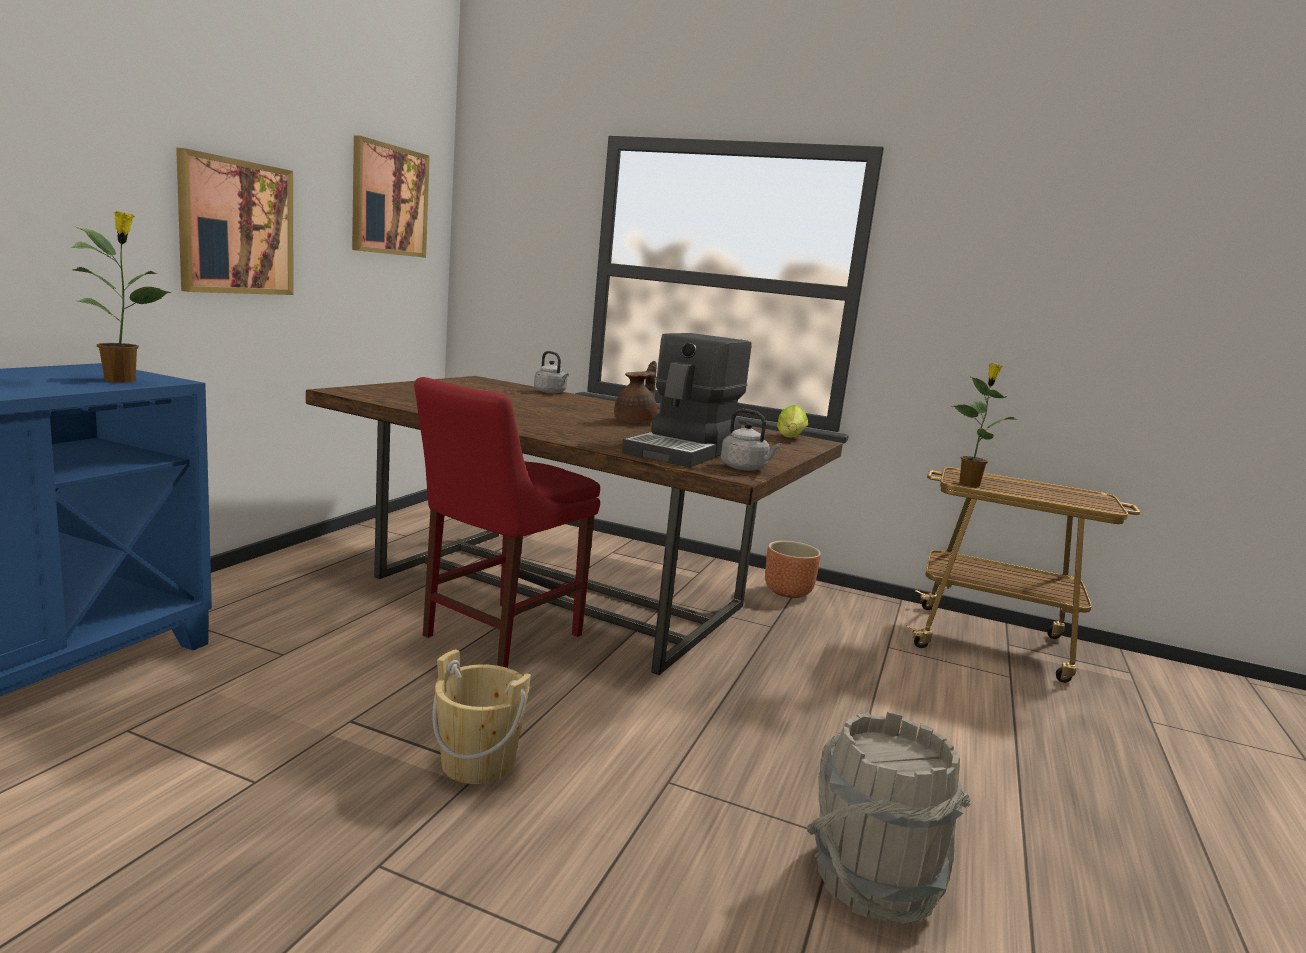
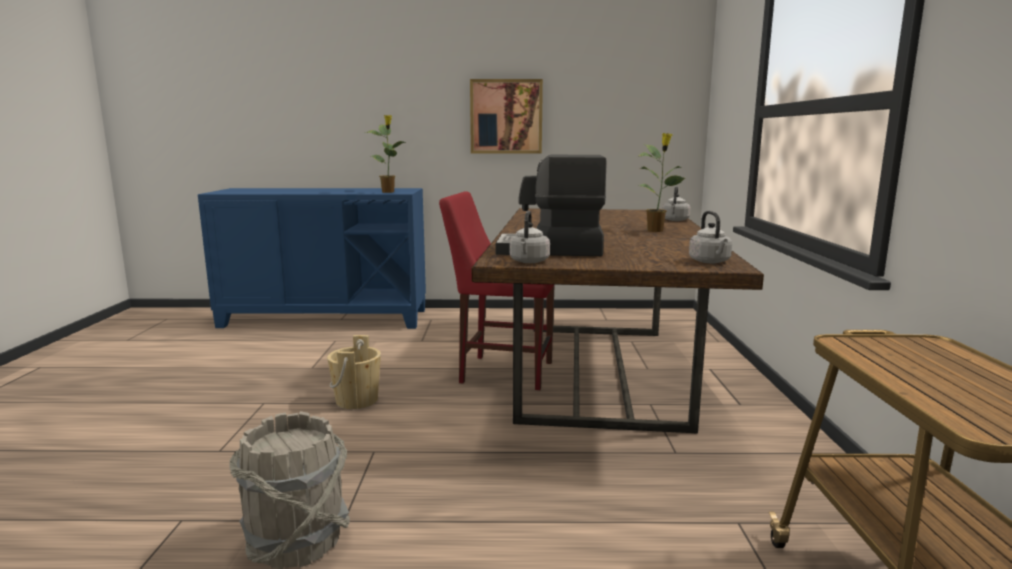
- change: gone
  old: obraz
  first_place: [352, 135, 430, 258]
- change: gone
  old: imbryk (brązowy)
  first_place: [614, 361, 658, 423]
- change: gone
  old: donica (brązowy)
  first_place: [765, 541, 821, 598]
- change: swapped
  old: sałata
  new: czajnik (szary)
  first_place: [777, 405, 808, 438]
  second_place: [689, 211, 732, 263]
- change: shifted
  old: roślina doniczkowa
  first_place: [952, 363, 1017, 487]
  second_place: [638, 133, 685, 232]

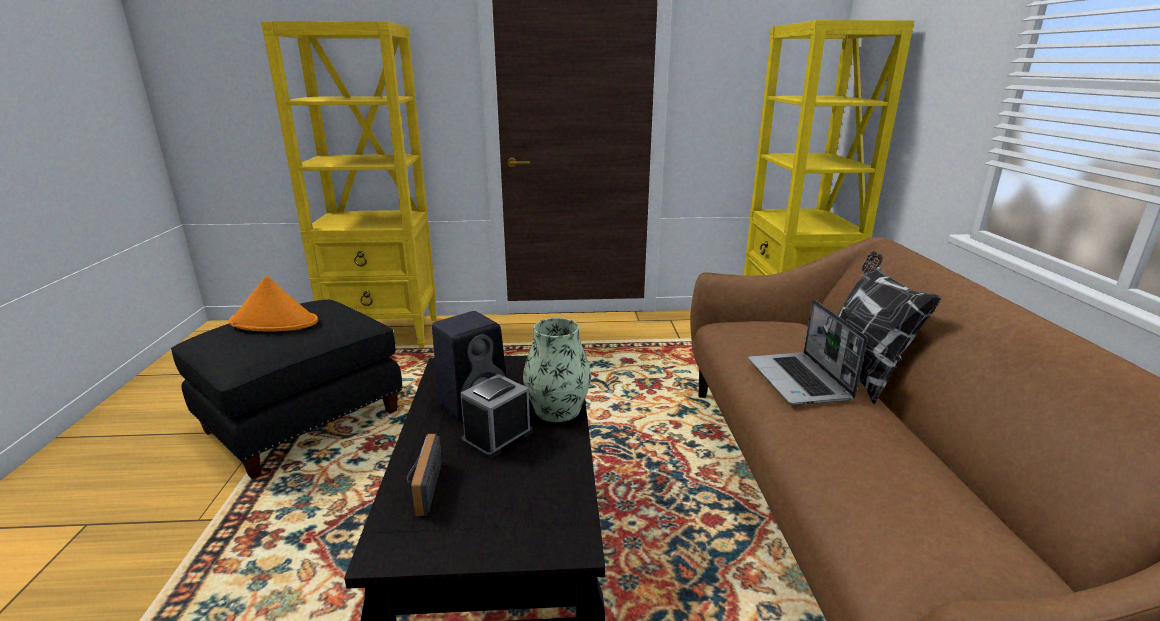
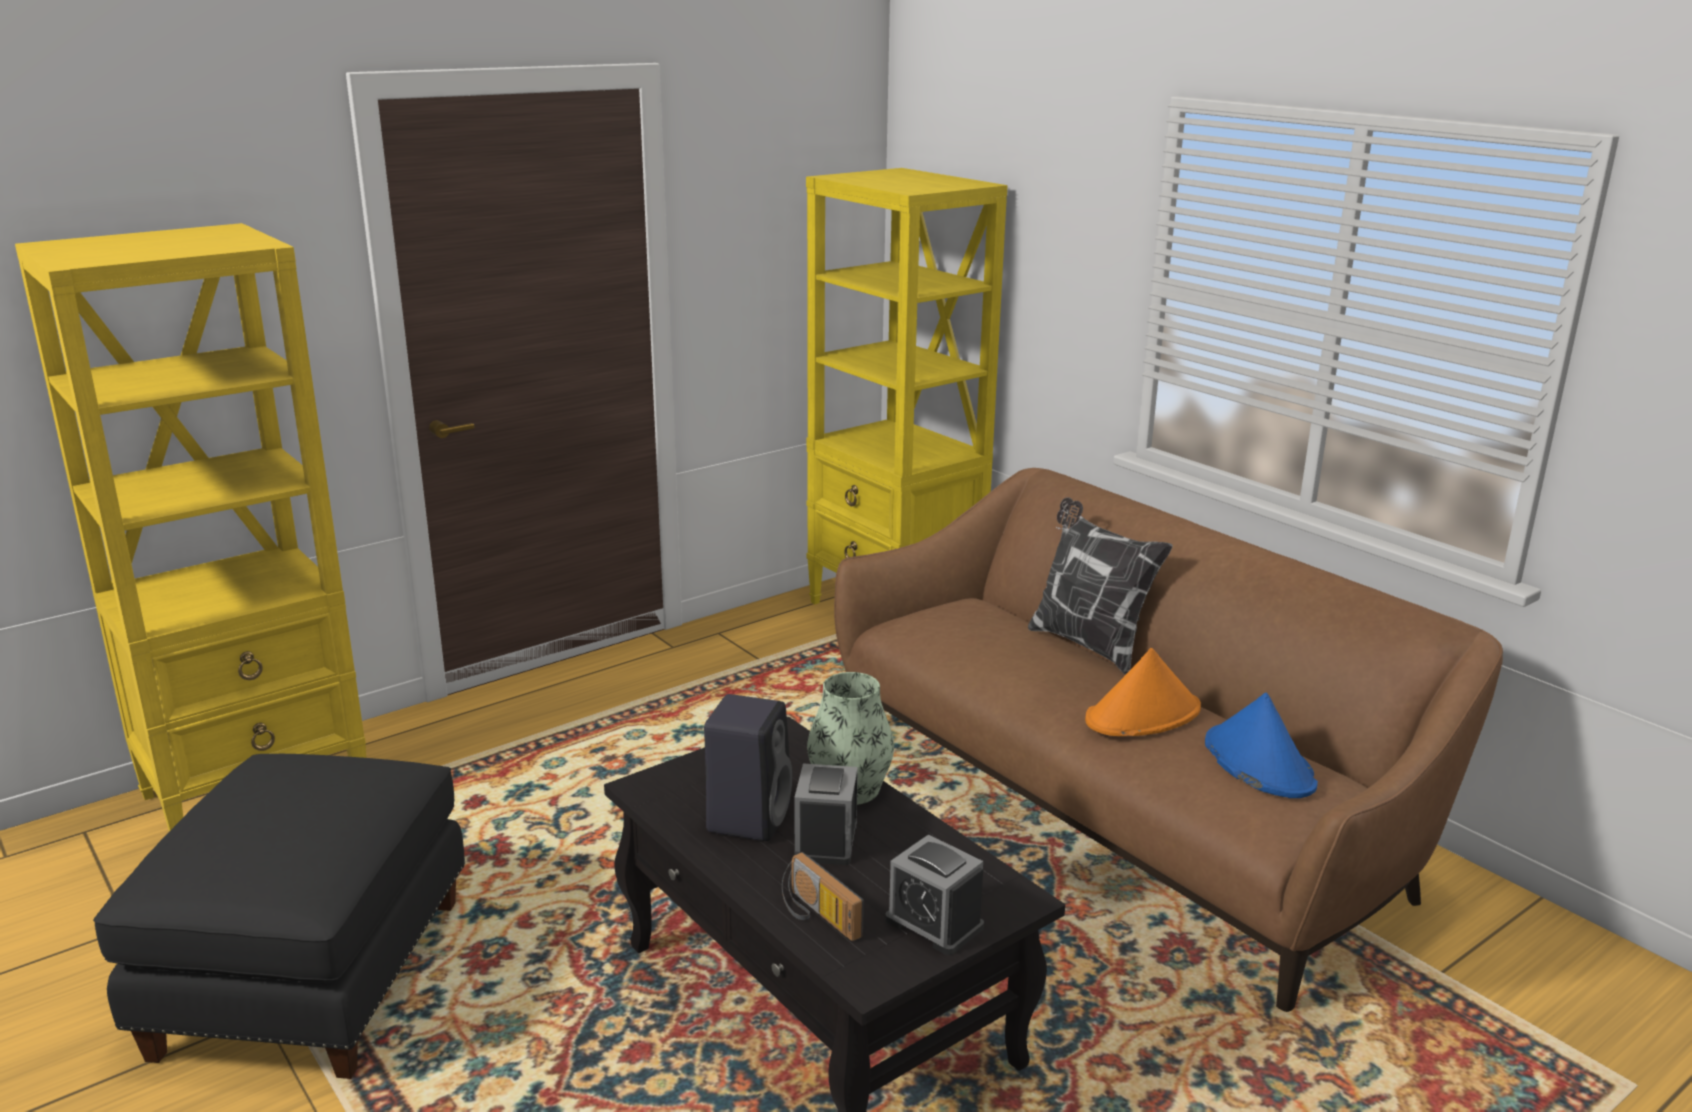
- change: shifted
  old: kapelusz (pomarańczowy)
  first_place: [229, 276, 318, 332]
  second_place: [1085, 648, 1201, 736]
- change: gone
  old: laptop
  first_place: [748, 300, 867, 405]
- change: new
  new: budzik
  second_place: [885, 834, 984, 955]
- change: new
  new: kapelusz (niebieski)
  second_place: [1205, 693, 1318, 798]

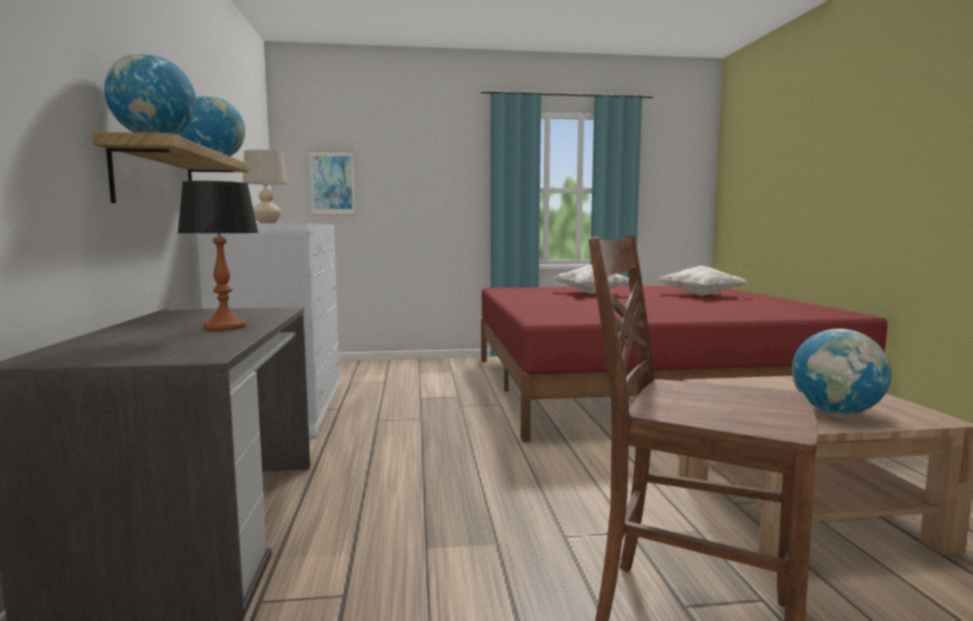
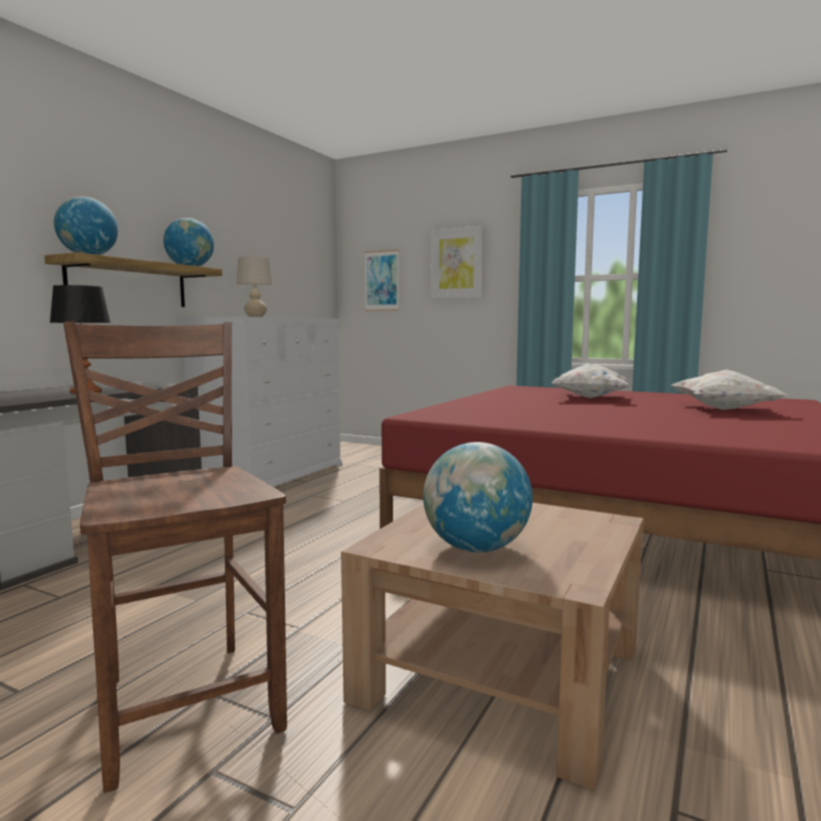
- change: new
  new: obraz
  second_place: [431, 226, 484, 299]

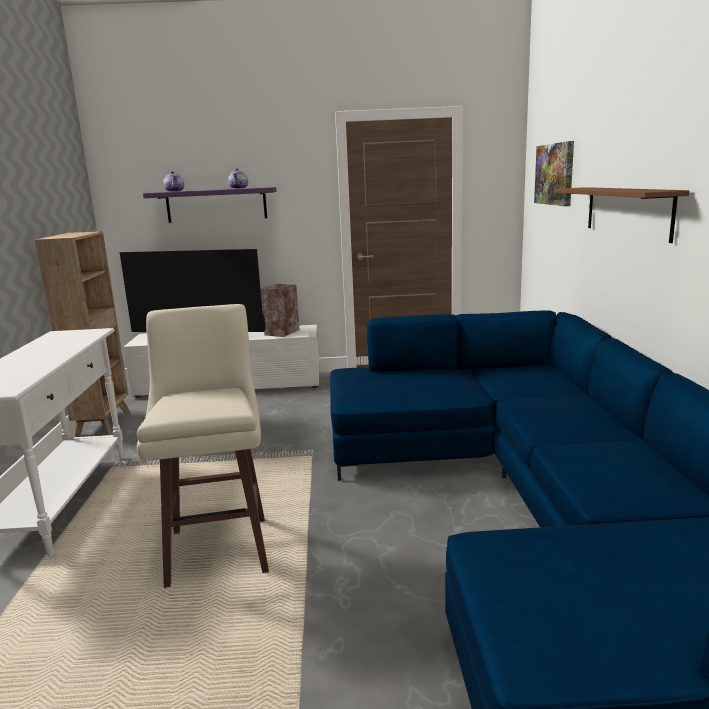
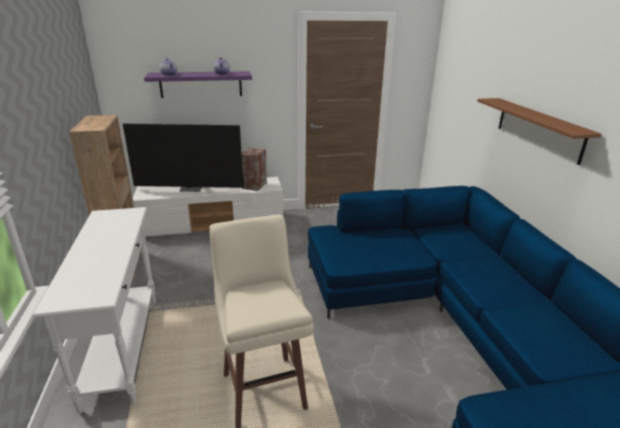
- change: gone
  old: obraz
  first_place: [534, 141, 574, 206]

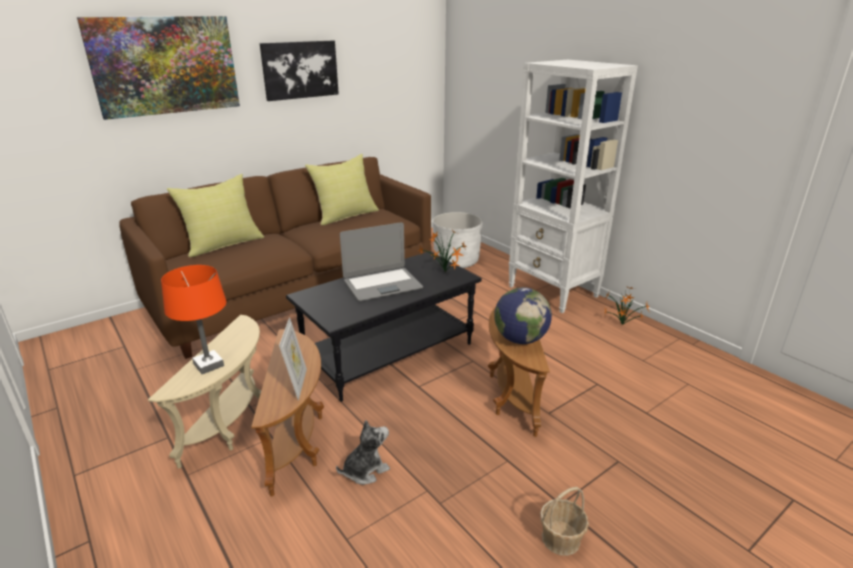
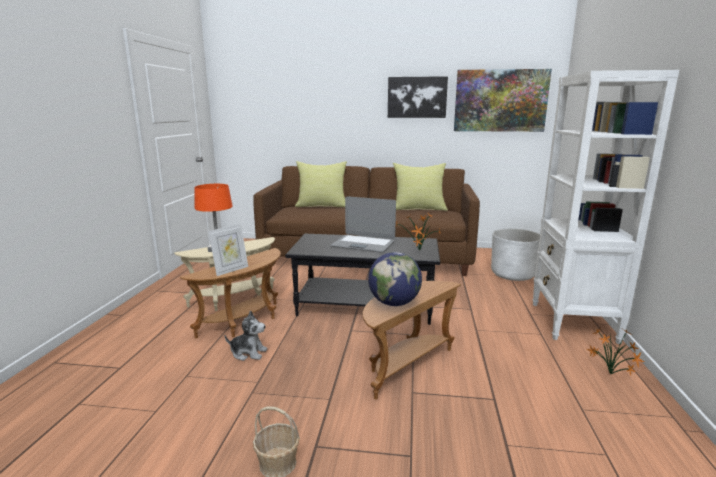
- change: shifted
  old: obraz
  first_place: [77, 16, 240, 120]
  second_place: [454, 69, 552, 132]

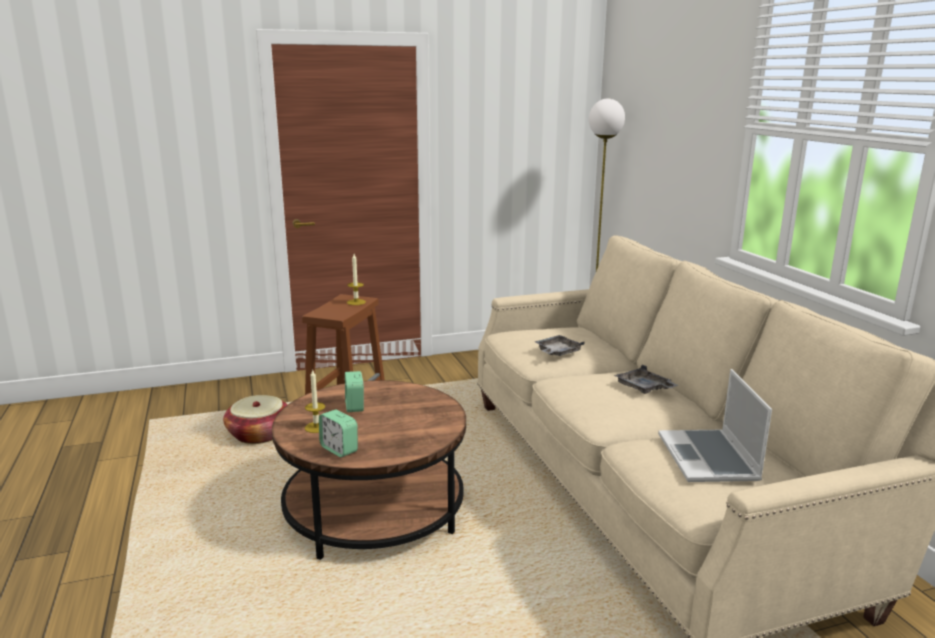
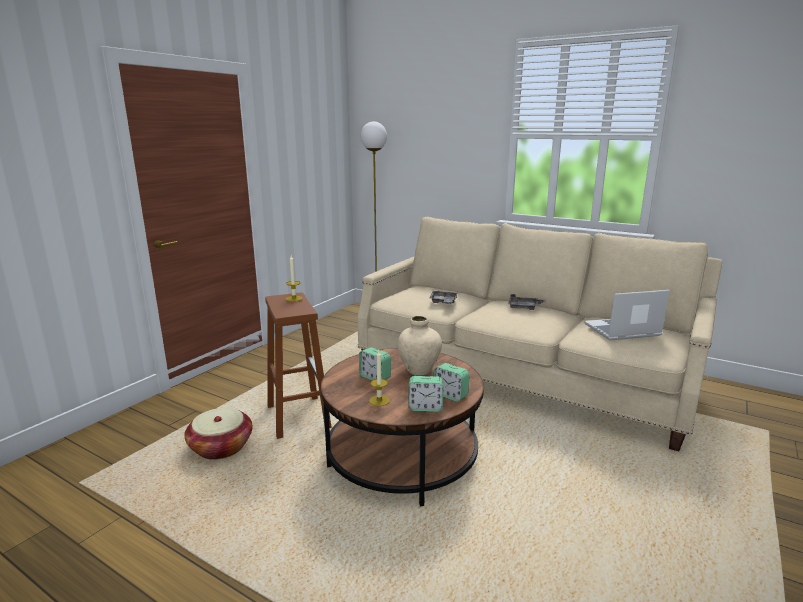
- change: rotated
  old: laptop
  first_place: [658, 369, 772, 482]
  second_place: [584, 290, 670, 341]
  degrees: 120
- change: new
  new: wazon (beżowy)
  second_place: [397, 316, 442, 375]
- change: new
  new: budzik
  second_place: [434, 363, 469, 402]

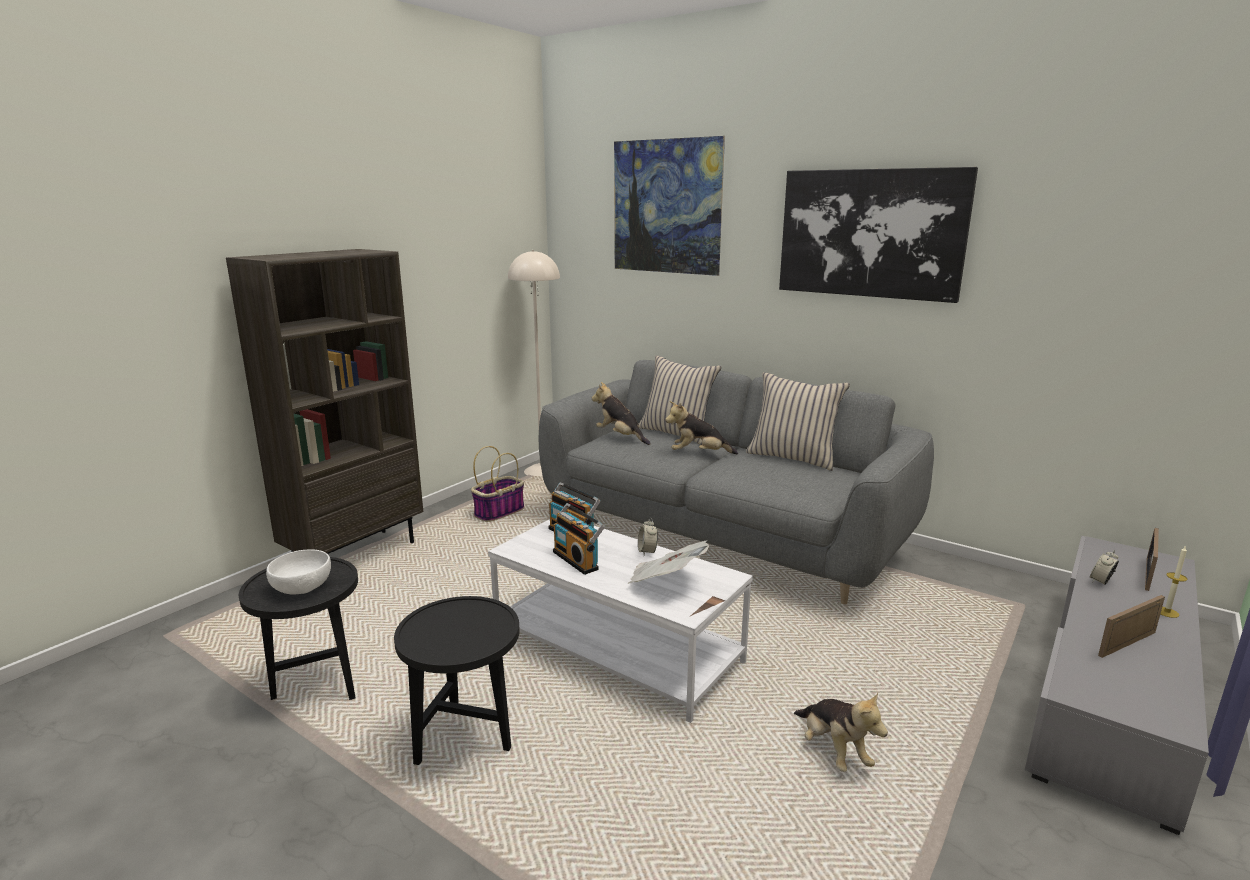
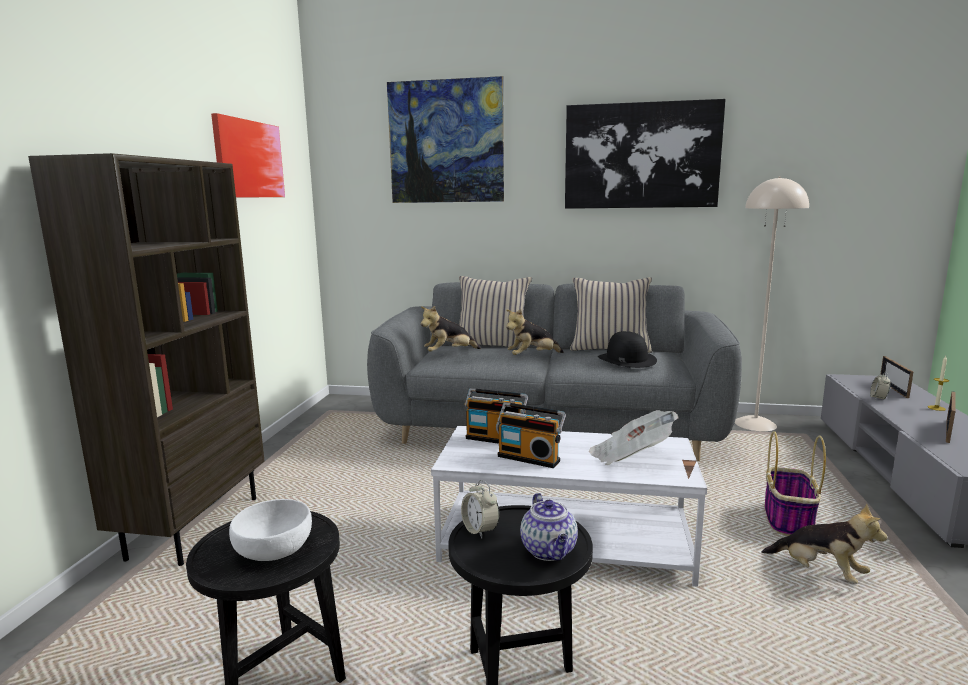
- change: shifted
  old: koszyk
  first_place: [471, 446, 524, 522]
  second_place: [765, 431, 826, 536]
- change: shifted
  old: lampa stojąca (beżowy)
  first_place: [508, 250, 560, 476]
  second_place: [735, 176, 809, 431]
- change: rotated
  old: pluszak
  first_place: [592, 382, 651, 445]
  second_place: [421, 306, 481, 352]
  degrees: -45
- change: shifted
  old: budzik
  first_place: [638, 518, 658, 556]
  second_place: [461, 480, 500, 539]
- change: new
  new: obraz
  second_place: [211, 113, 285, 198]
- change: new
  new: imbryk
  second_place: [520, 493, 578, 561]
- change: new
  new: kapelusz (czarny)
  second_place: [598, 331, 657, 368]

